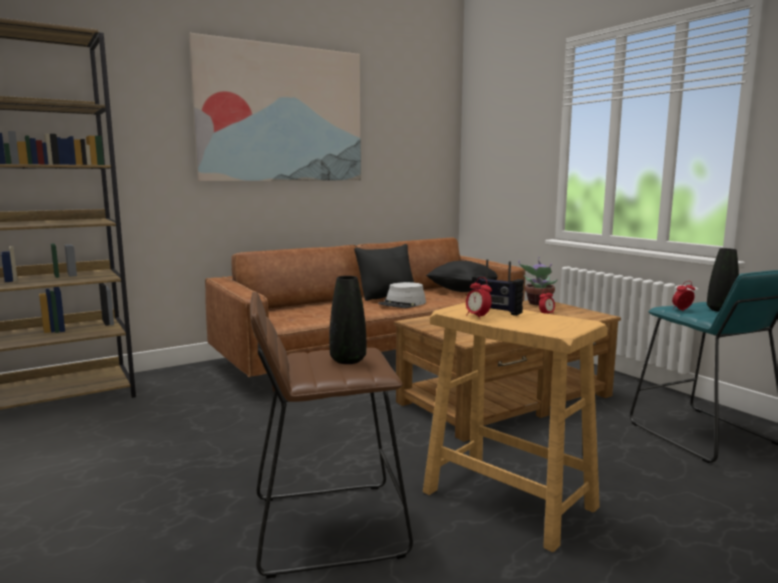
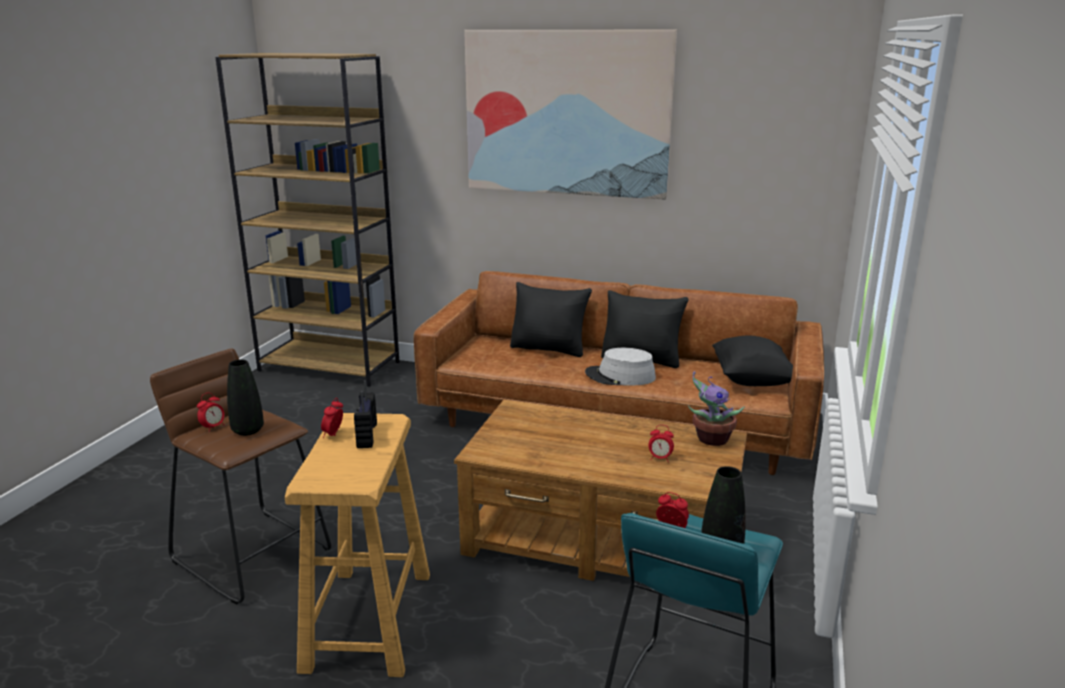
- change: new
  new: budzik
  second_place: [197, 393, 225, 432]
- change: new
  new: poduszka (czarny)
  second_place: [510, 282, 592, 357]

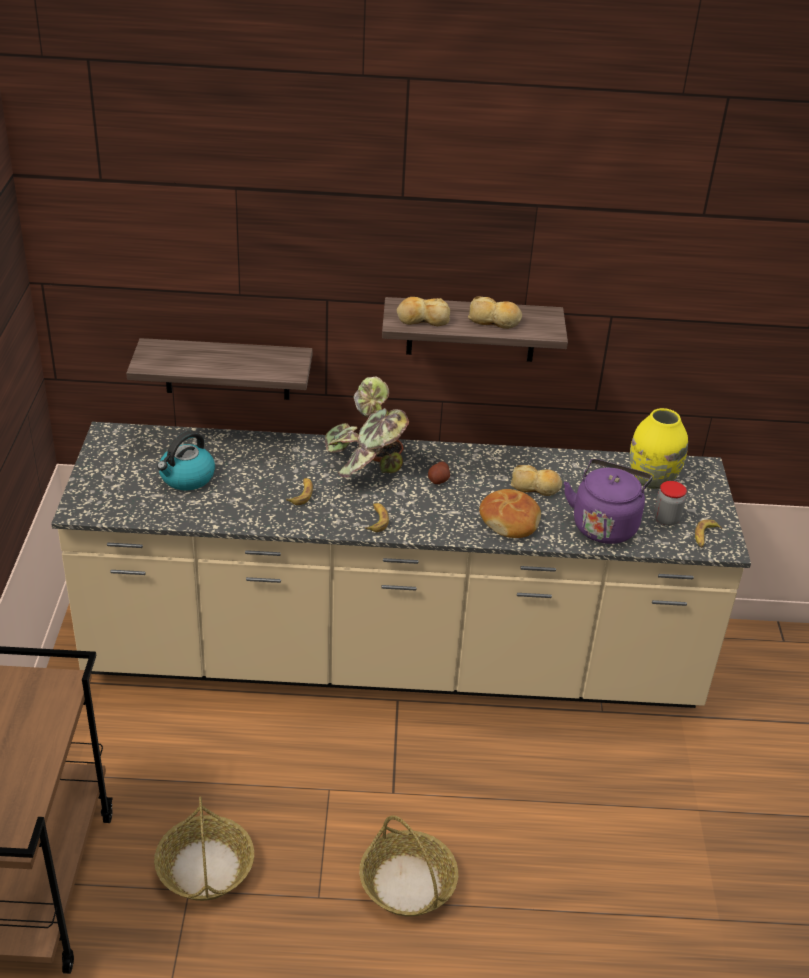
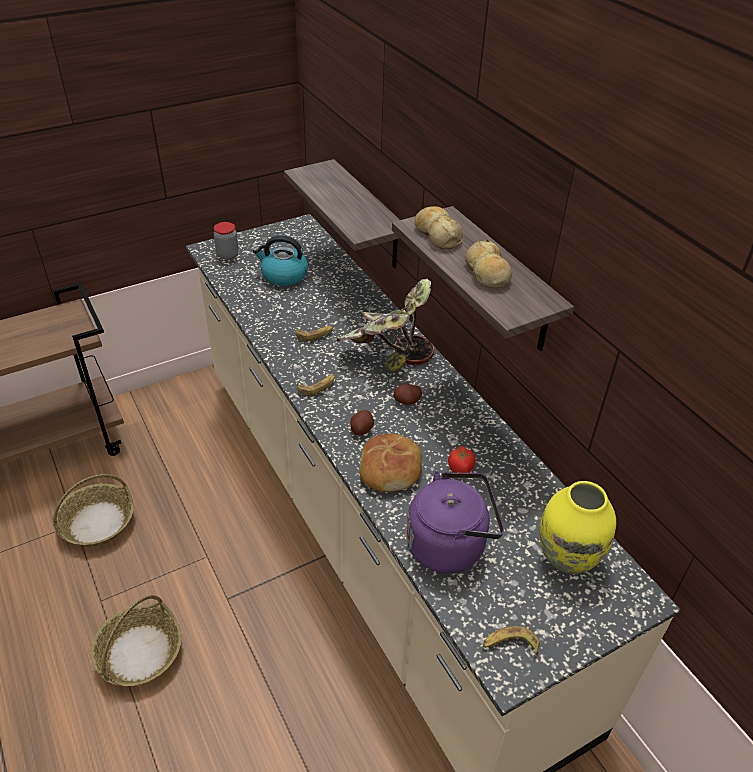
- change: swapped
  old: chleb
  new: pomidor
  first_place: [511, 465, 562, 496]
  second_place: [448, 446, 475, 473]
- change: shifted
  old: słoik
  first_place: [654, 481, 687, 526]
  second_place: [214, 222, 239, 260]
- change: new
  new: ziemniak
  second_place: [350, 410, 374, 436]

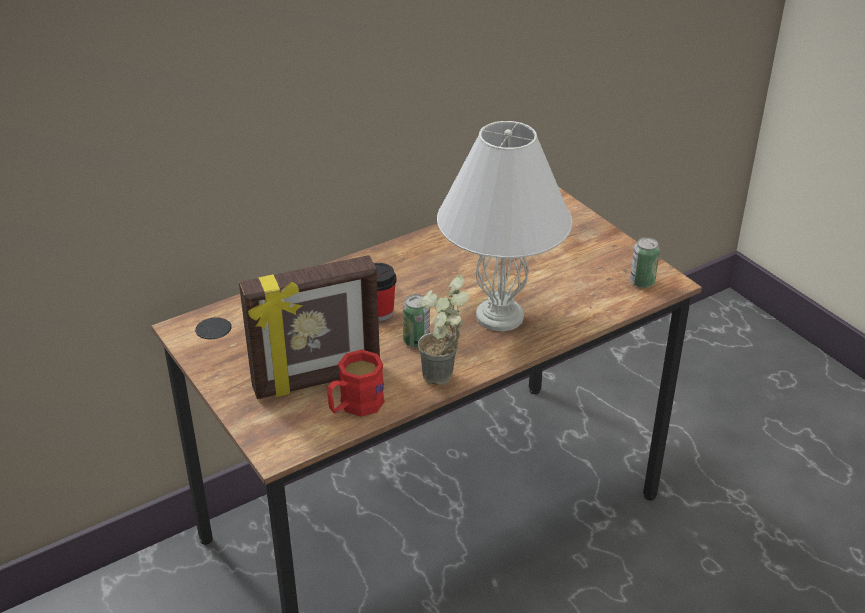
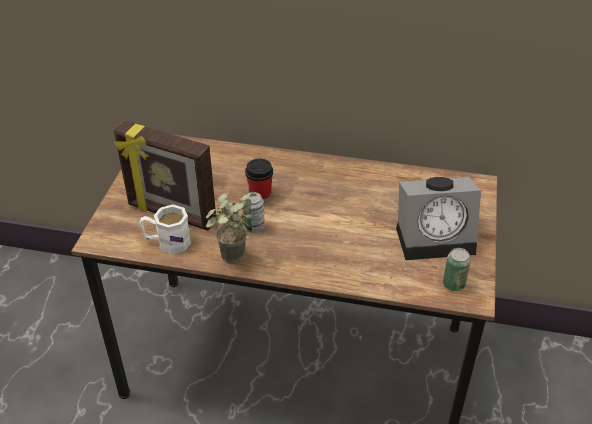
- change: repainted
  old: kubek (czerwony)
  new: kubek (biały)
  first_place: [327, 350, 385, 417]
  second_place: [140, 204, 191, 255]
- change: gone
  old: lampa stołowa (biały)
  first_place: [437, 121, 572, 332]
- change: new
  new: budzik
  second_place: [396, 177, 481, 260]

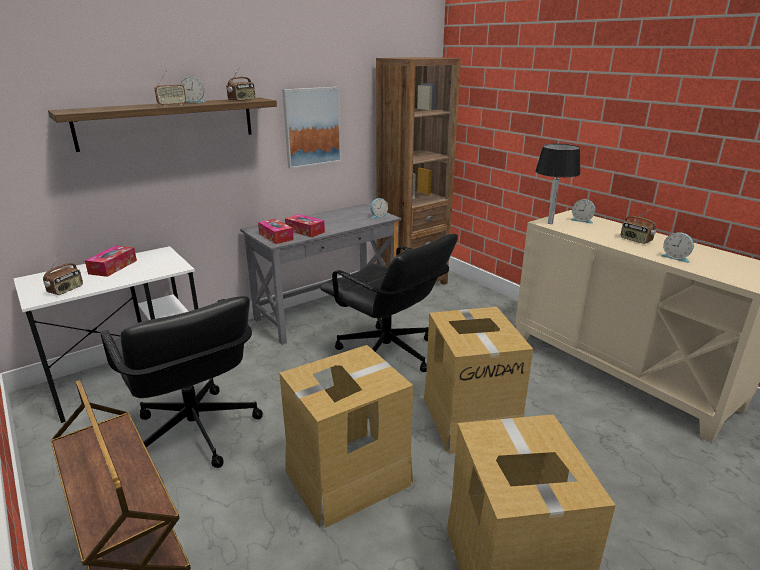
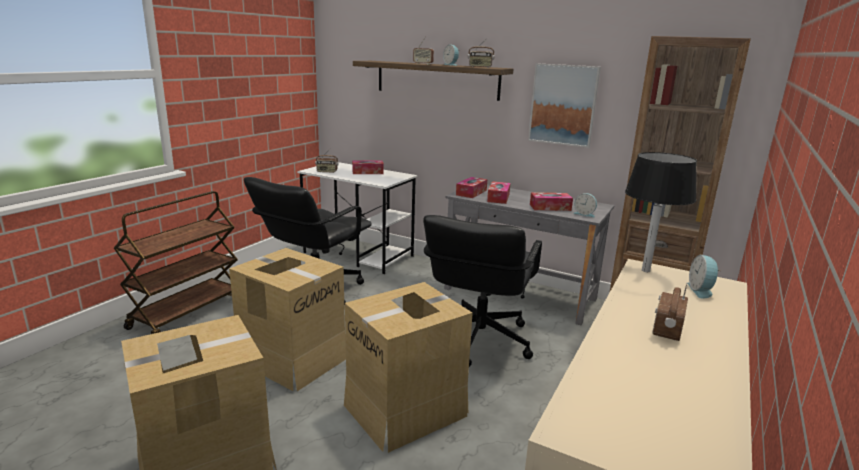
- change: gone
  old: budzik
  first_place: [661, 232, 694, 263]
- change: new
  new: pudełko chusteczek
  second_place: [530, 192, 573, 211]

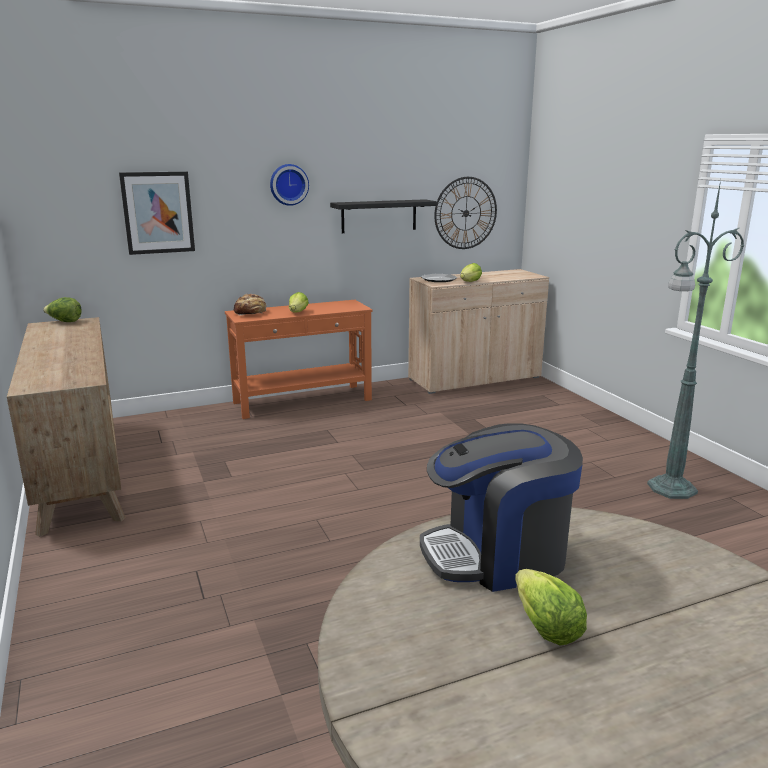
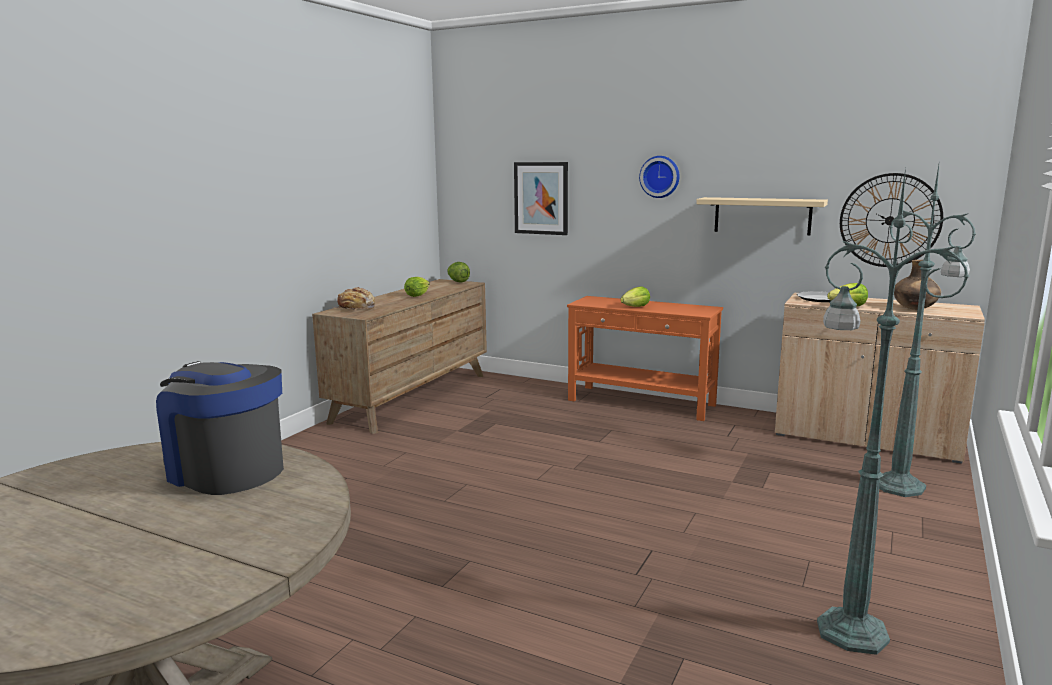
- change: shifted
  old: chleb
  first_place: [234, 294, 267, 315]
  second_place: [334, 287, 375, 310]
- change: repainted
  old: półka (czarny)
  new: półka (beżowy)
  first_place: [330, 199, 437, 233]
  second_place: [696, 197, 828, 235]
- change: shifted
  old: sałata
  first_place: [515, 569, 587, 645]
  second_place: [404, 277, 430, 297]
- change: new
  new: lampa stojąca (zielony)
  second_place: [879, 165, 976, 497]
- change: new
  new: wazon (brązowy)
  second_place: [894, 260, 941, 310]

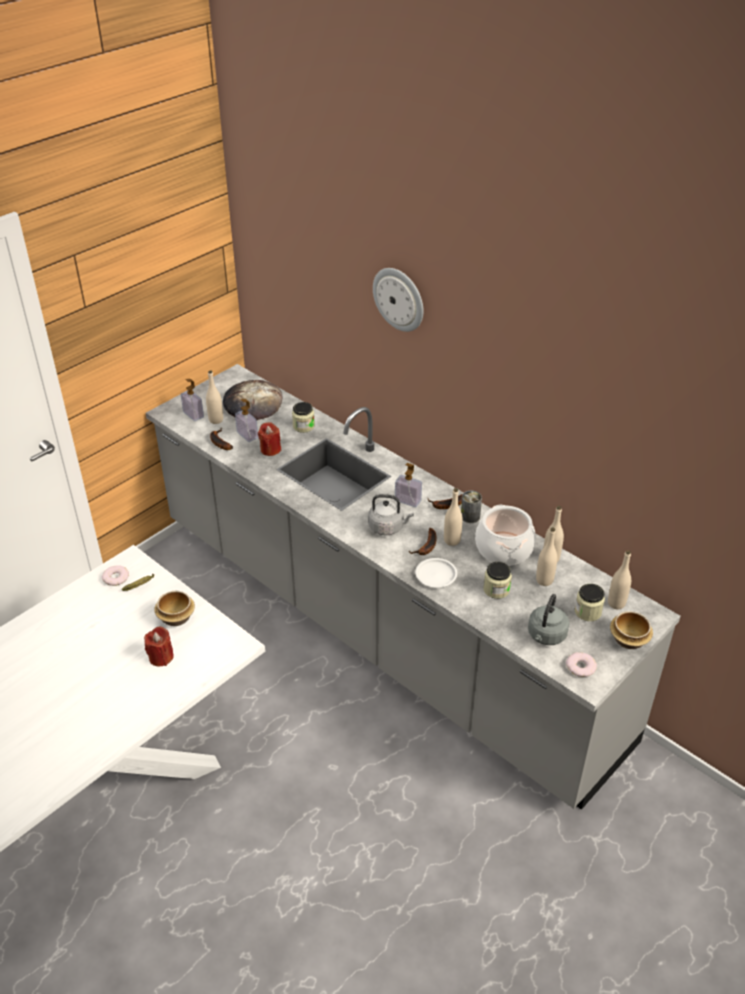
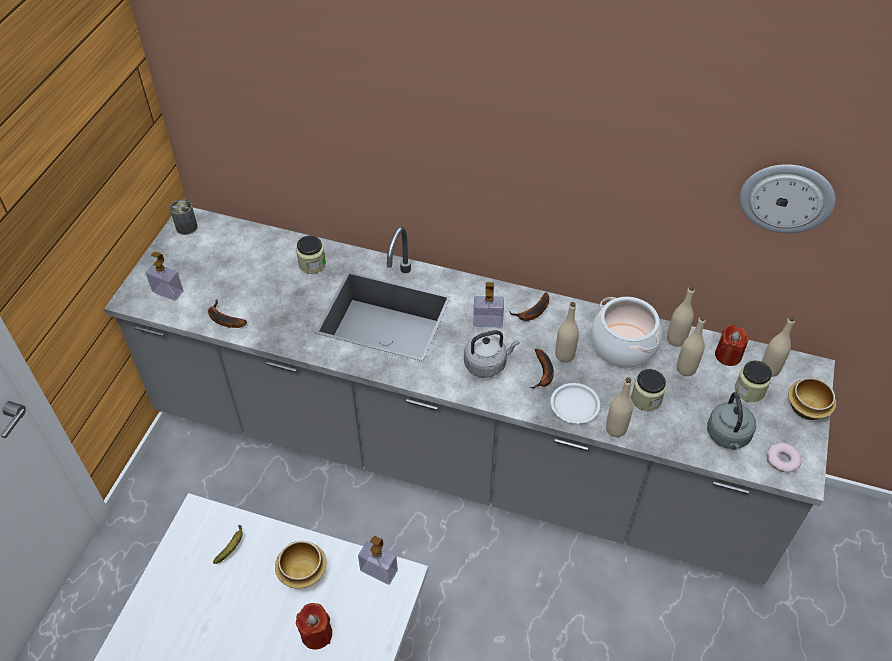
- change: gone
  old: donut
  first_place: [102, 565, 129, 586]
- change: shifted
  old: butelka (beżowy)
  first_place: [206, 370, 223, 424]
  second_place: [606, 377, 633, 437]
- change: gone
  old: chleb
  first_place: [223, 380, 283, 420]
- change: shifted
  old: dozownik mydła
  first_place: [235, 399, 258, 442]
  second_place: [358, 536, 398, 585]
- change: shifted
  old: świeca (czerwony)
  first_place: [258, 422, 281, 456]
  second_place: [715, 324, 749, 366]
- change: shifted
  old: zegar ścienny
  first_place: [373, 268, 424, 332]
  second_place: [740, 164, 835, 233]
- change: shifted
  old: puszka
  first_place: [461, 491, 482, 523]
  second_place: [170, 199, 197, 235]

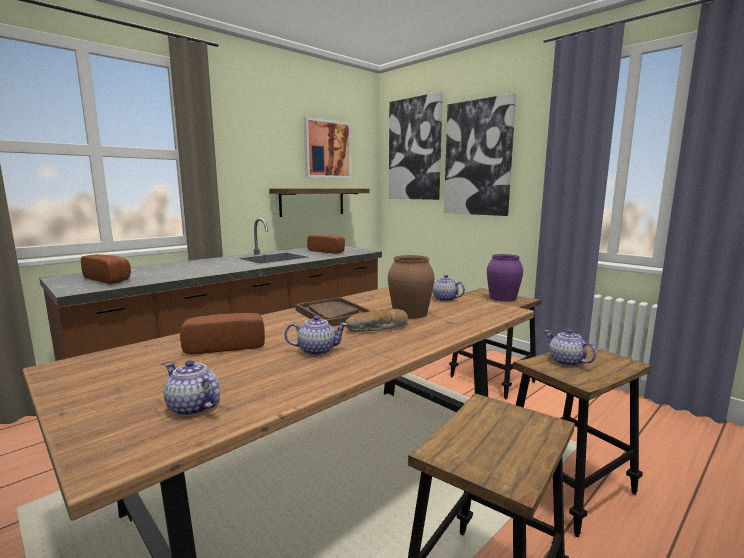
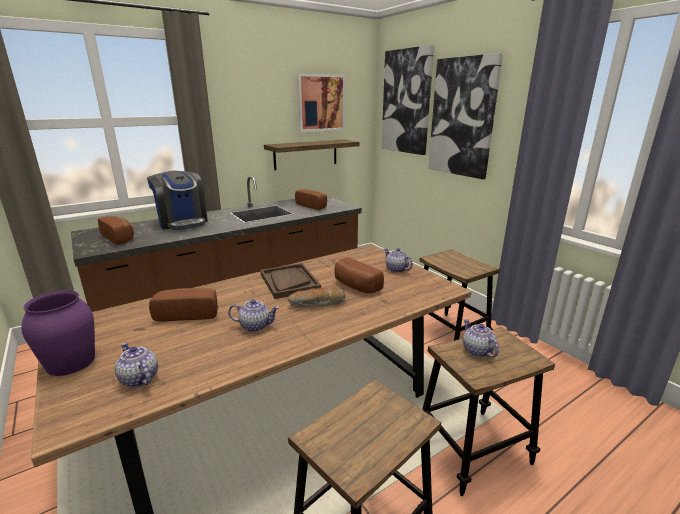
- change: swapped
  old: wazon (brązowy)
  new: chleb
  first_place: [388, 255, 434, 319]
  second_place: [335, 257, 384, 294]
- change: shifted
  old: wazon (fioletowy)
  first_place: [487, 254, 523, 302]
  second_place: [21, 290, 95, 376]
- change: new
  new: ekspres do kawy
  second_place: [147, 171, 208, 230]

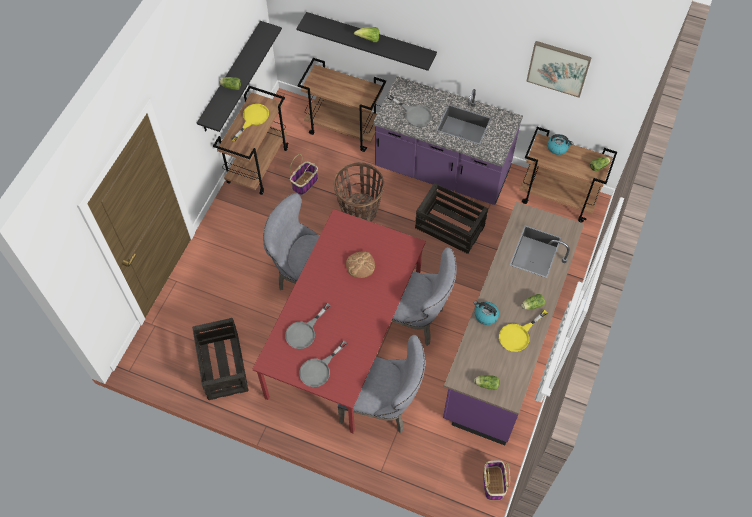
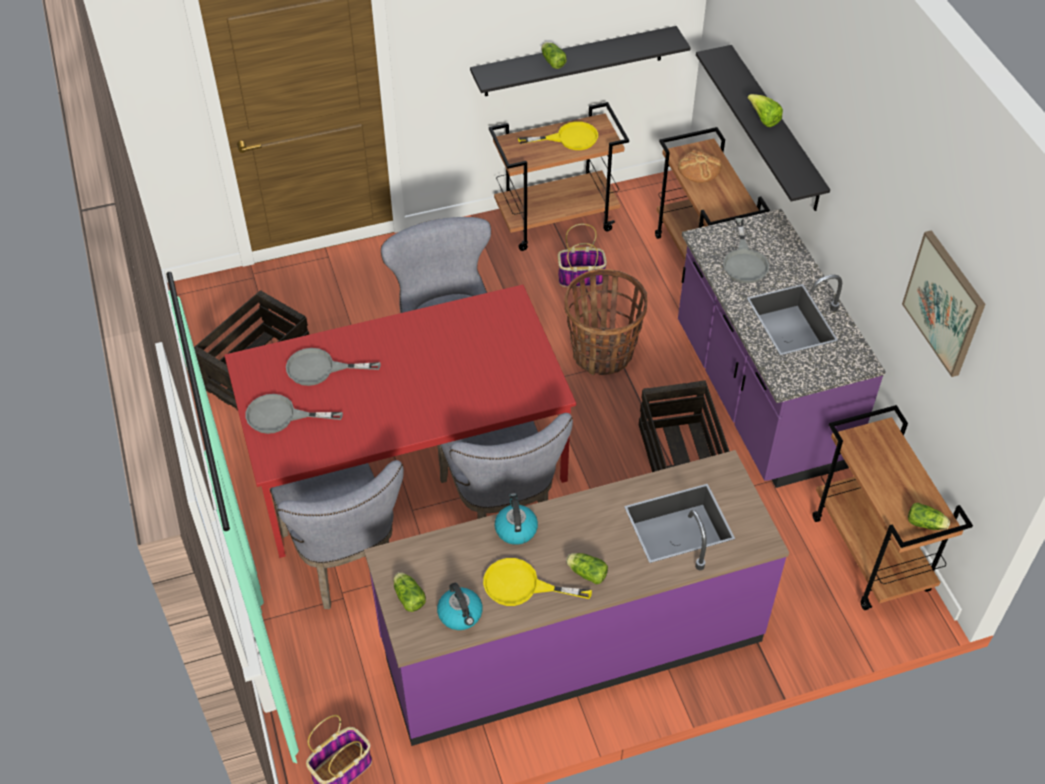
- change: shifted
  old: chleb
  first_place: [346, 251, 375, 278]
  second_place: [678, 150, 721, 183]
- change: shifted
  old: czajnik
  first_place: [547, 134, 574, 155]
  second_place: [437, 583, 483, 630]

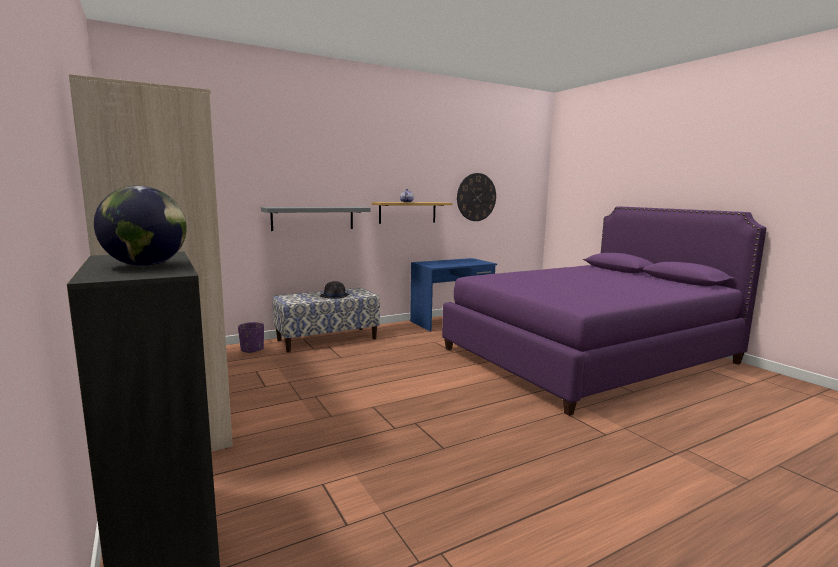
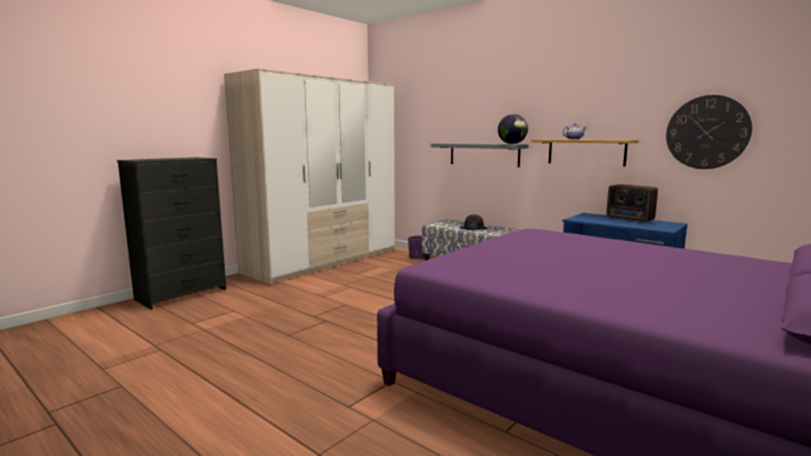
- change: shifted
  old: globus
  first_place: [94, 186, 187, 266]
  second_place: [498, 114, 528, 144]
- change: new
  new: radio
  second_place: [606, 184, 658, 222]

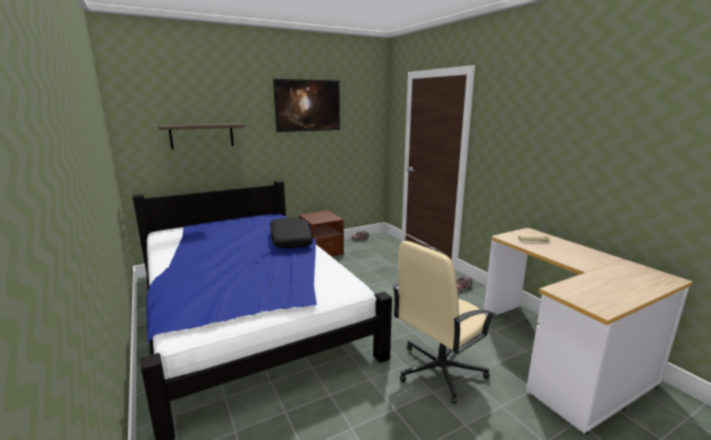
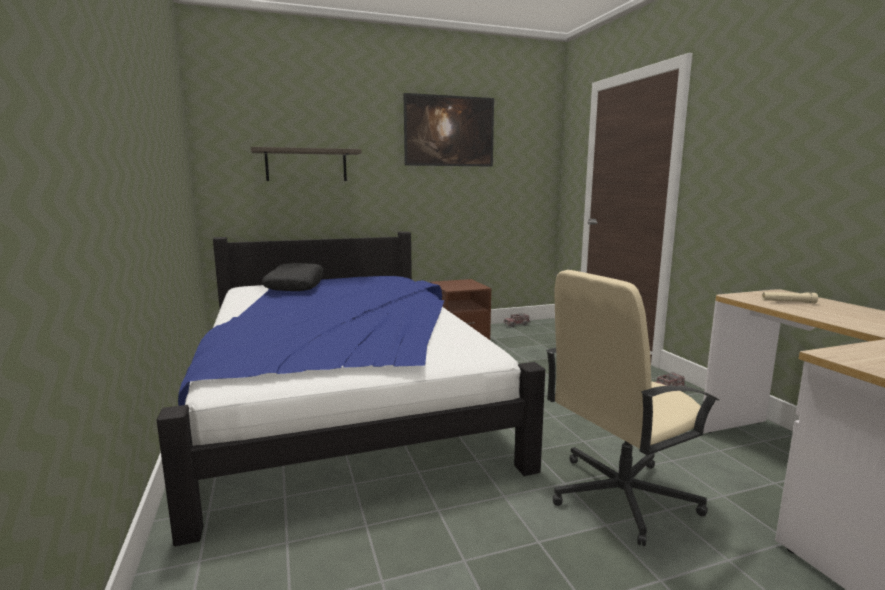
- change: shifted
  old: poduszka (czarny)
  first_place: [270, 218, 313, 248]
  second_place: [262, 263, 324, 291]

